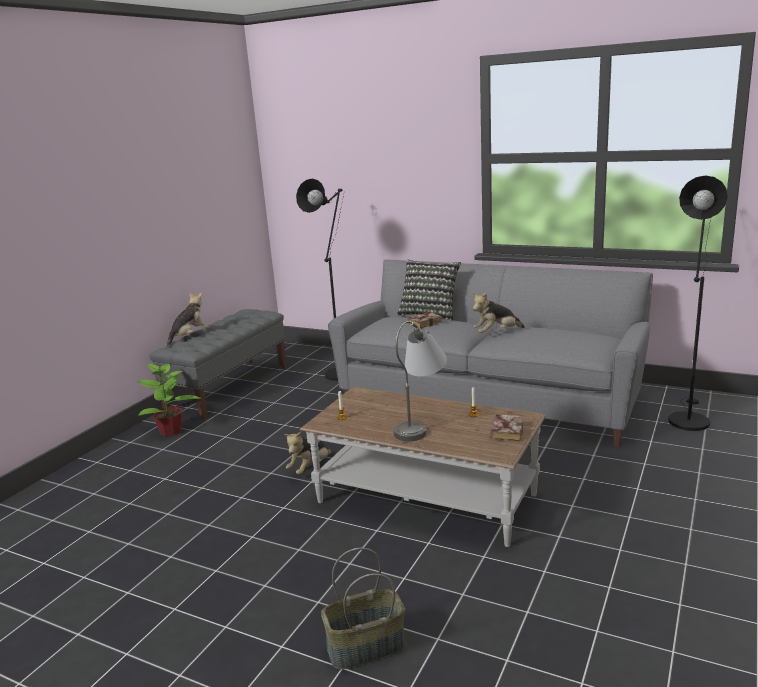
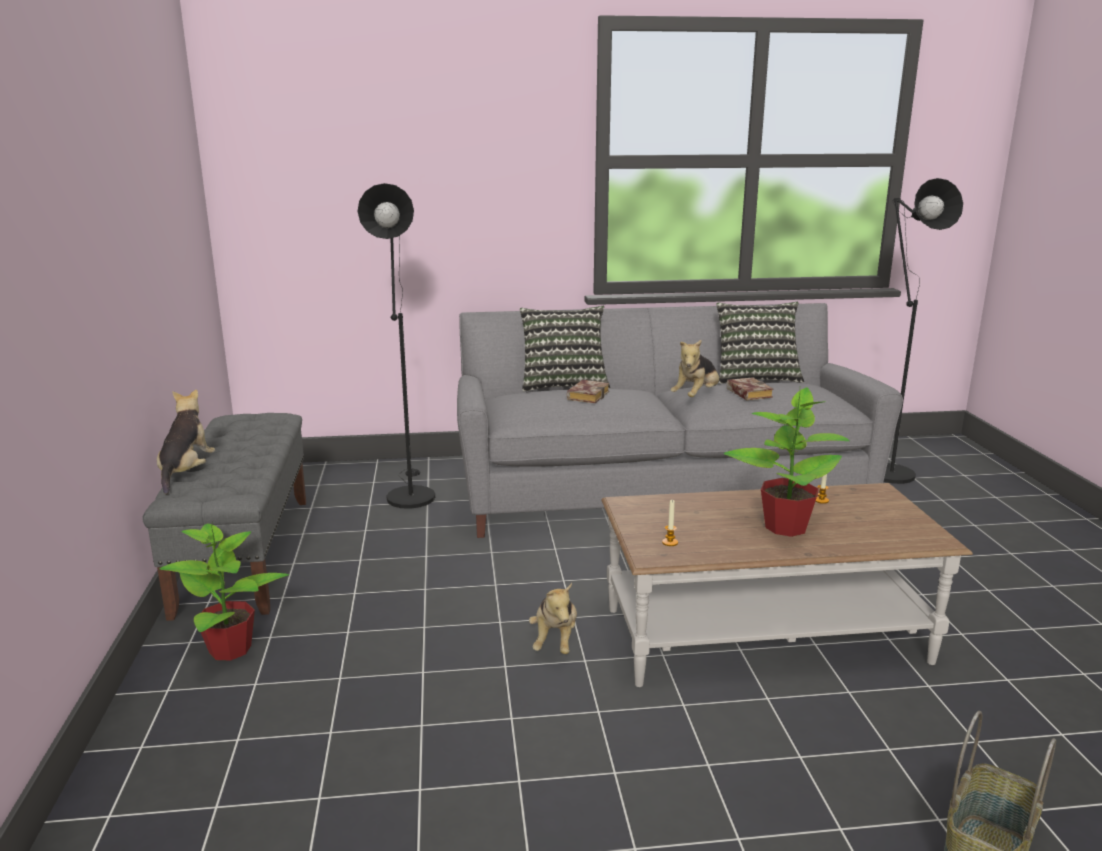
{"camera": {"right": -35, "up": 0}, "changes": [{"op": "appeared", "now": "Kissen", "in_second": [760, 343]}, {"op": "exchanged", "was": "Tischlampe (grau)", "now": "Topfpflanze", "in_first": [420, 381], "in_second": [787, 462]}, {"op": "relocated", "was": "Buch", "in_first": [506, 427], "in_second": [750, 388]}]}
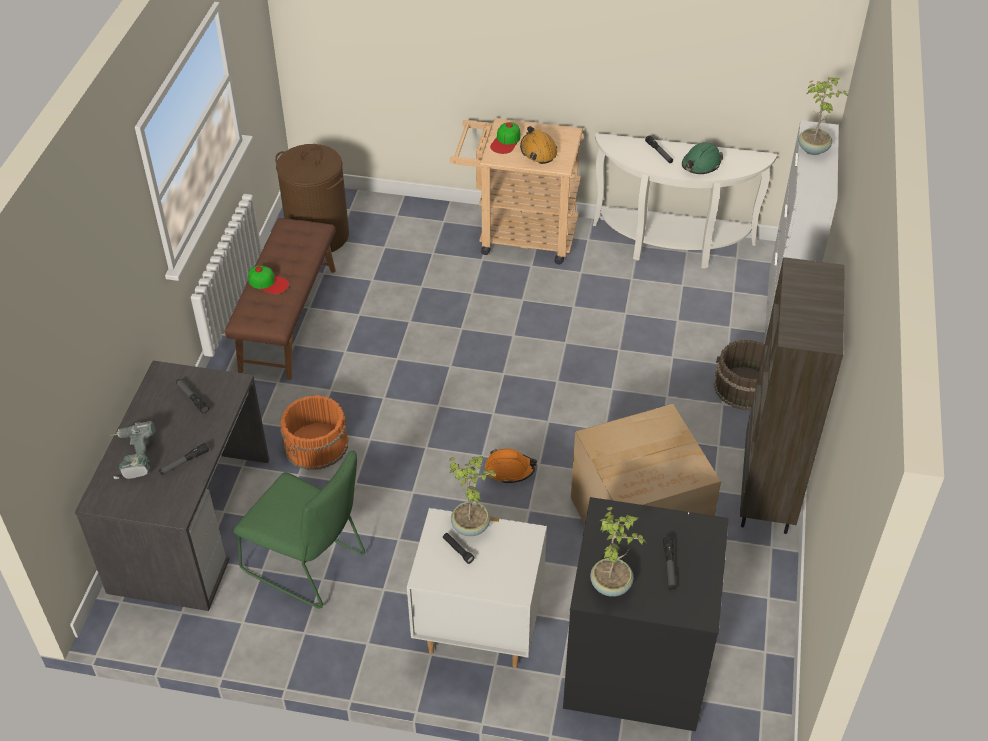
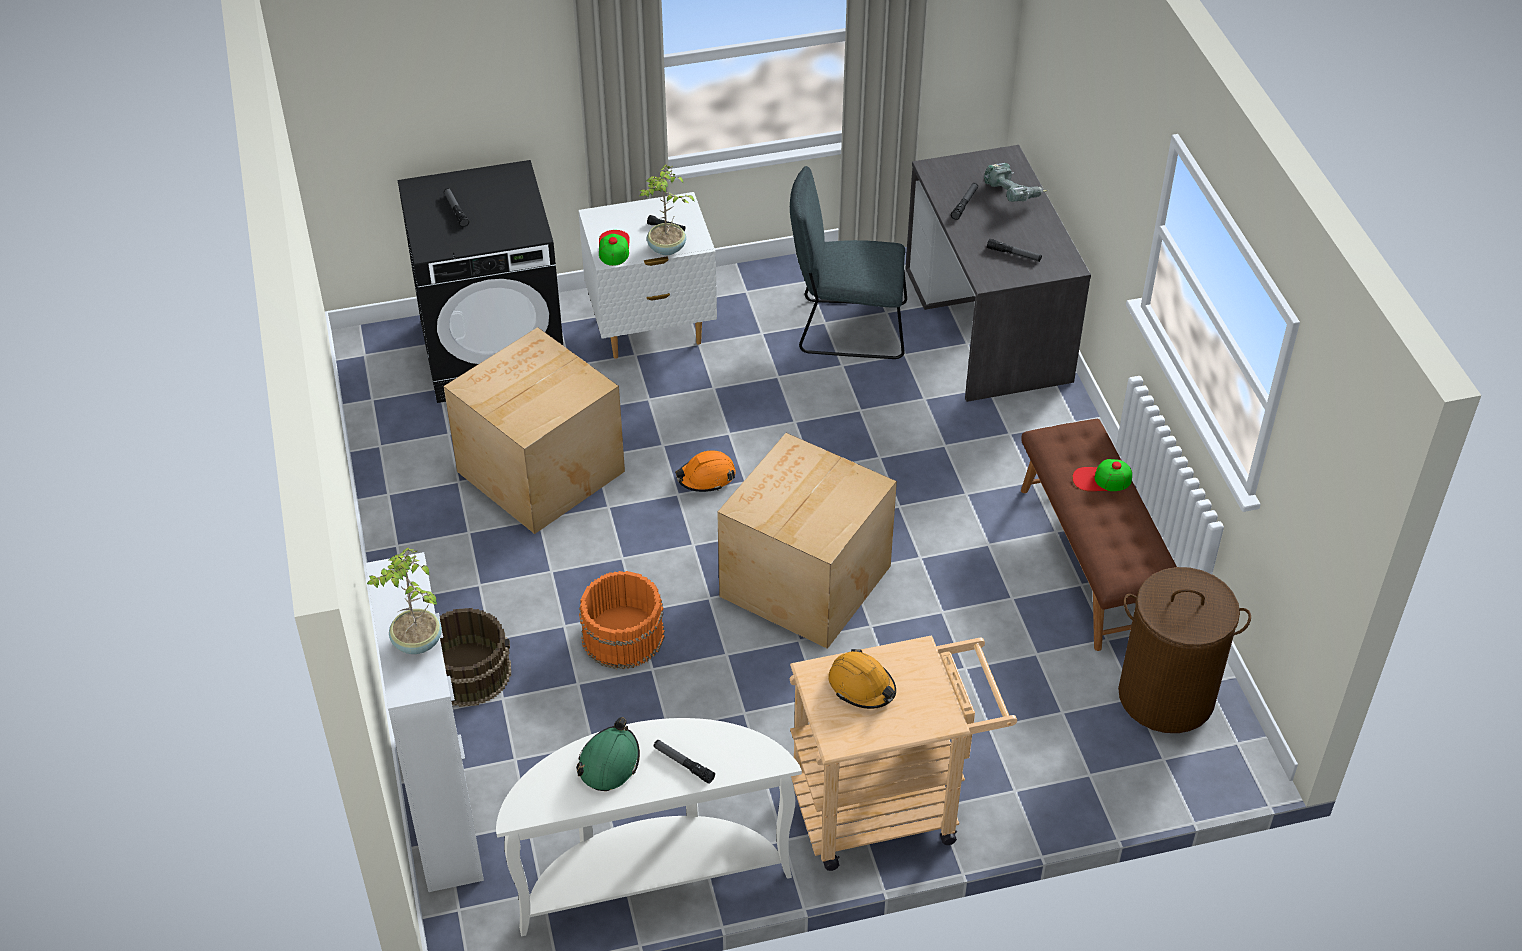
{"camera": {"right": 155, "up": 0}, "changes": [{"op": "relocated", "was": "Eimer (orange)", "in_first": [314, 432], "in_second": [622, 620]}, {"op": "relocated", "was": "Kappe", "in_first": [505, 138], "in_second": [614, 248]}, {"op": "appeared", "now": "Karton", "in_second": [807, 541]}, {"op": "colour", "was": "Stuhl (grün)", "now": "Stuhl (grau)", "in_first": [299, 529], "in_second": [848, 262]}, {"op": "missing", "was": "Topfpflanze", "in_first": [618, 552]}, {"op": "missing", "was": "Bücherregal (braun)", "in_first": [792, 395]}]}
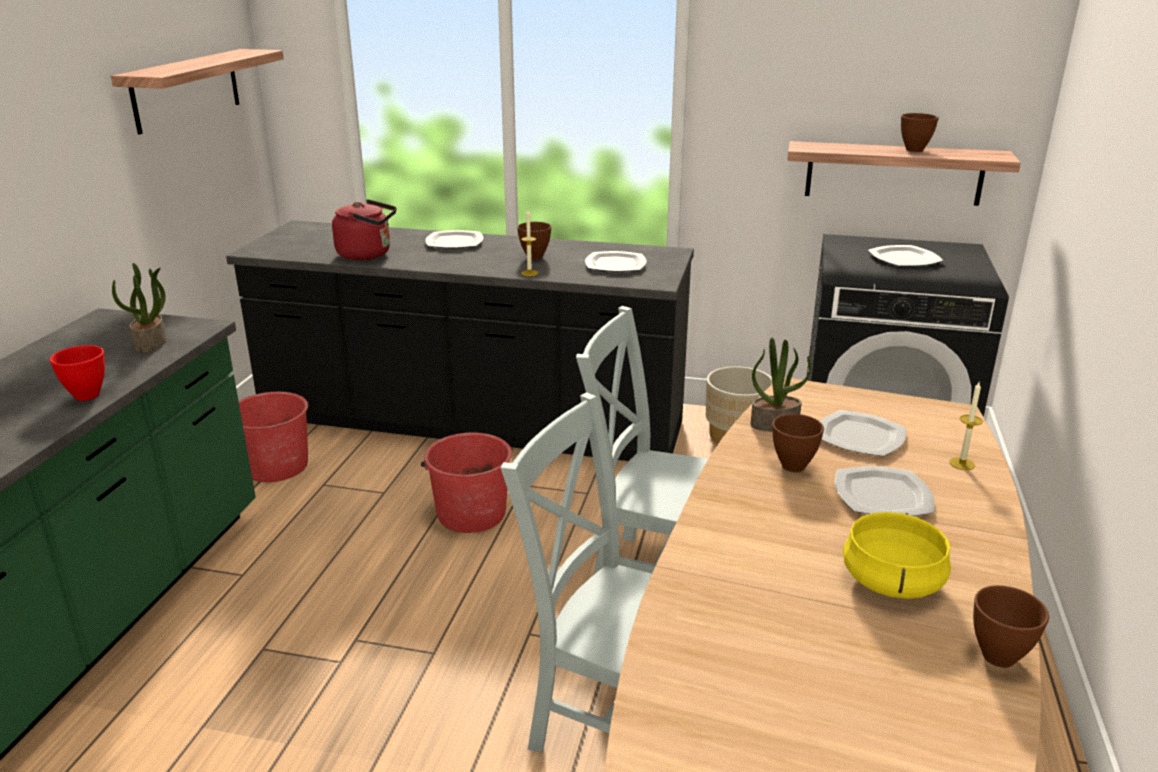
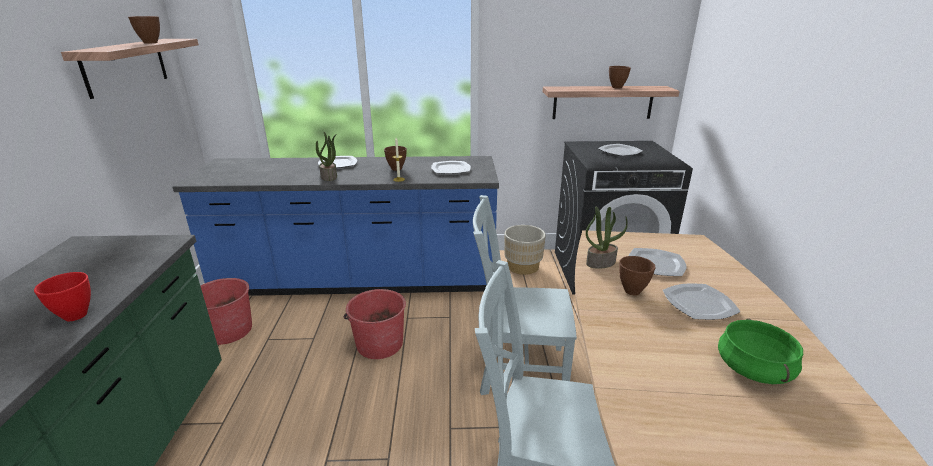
{"camera": {"right": -15, "up": 0}, "changes": [{"op": "relocated", "was": "Schüssel (braun)", "in_first": [1011, 626], "in_second": [144, 30]}, {"op": "colour", "was": "Küchenzeile (schwarz)", "now": "Küchenzeile (blau)", "in_first": [460, 340], "in_second": [336, 226]}, {"op": "relocated", "was": "Topfpflanze", "in_first": [139, 307], "in_second": [326, 156]}, {"op": "colour", "was": "Kochtopf (gelb)", "now": "Kochtopf (grün)", "in_first": [897, 555], "in_second": [760, 351]}, {"op": "missing", "was": "Wasserkessel (rot)", "in_first": [364, 229]}, {"op": "missing", "was": "Kerze", "in_first": [966, 426]}]}
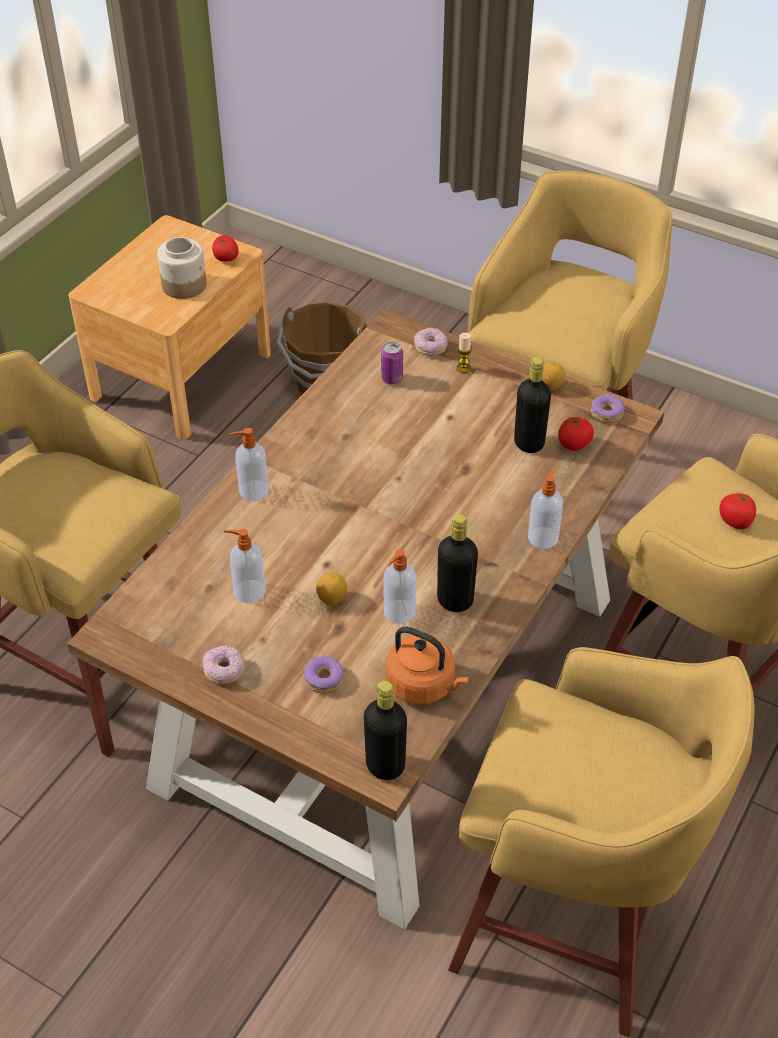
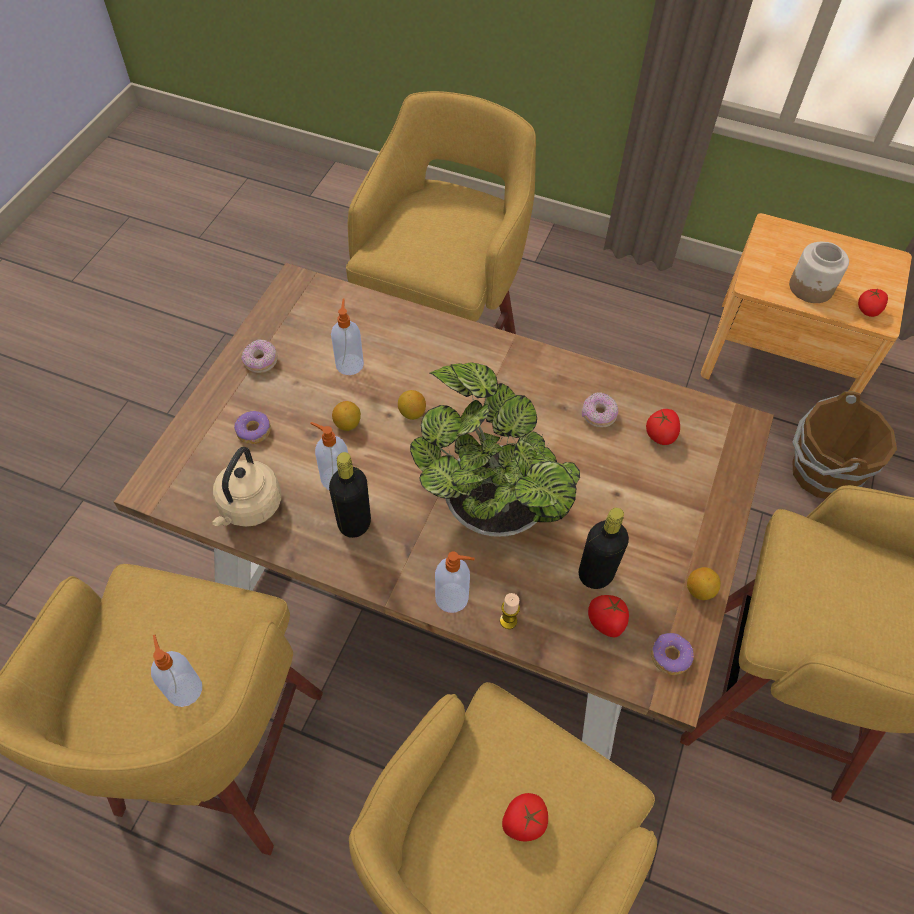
{"camera": {"right": 80, "up": 10}, "changes": [{"op": "relocated", "was": "Seifenspender", "in_first": [249, 464], "in_second": [176, 671]}, {"op": "colour", "was": "Wasserkessel (orange)", "now": "Wasserkessel (beige)", "in_first": [427, 666], "in_second": [246, 487]}, {"op": "appeared", "now": "Zitrone", "in_second": [412, 405]}, {"op": "appeared", "now": "Topfpflanze", "in_second": [495, 449]}, {"op": "relocated", "was": "Kerze", "in_first": [464, 353], "in_second": [510, 611]}, {"op": "relocated", "was": "Donut", "in_first": [431, 342], "in_second": [600, 410]}, {"op": "exchanged", "was": "Dose", "now": "Tomate", "in_first": [392, 363], "in_second": [663, 427]}, {"op": "missing", "was": "Flasche (schwarz)", "in_first": [385, 730]}]}
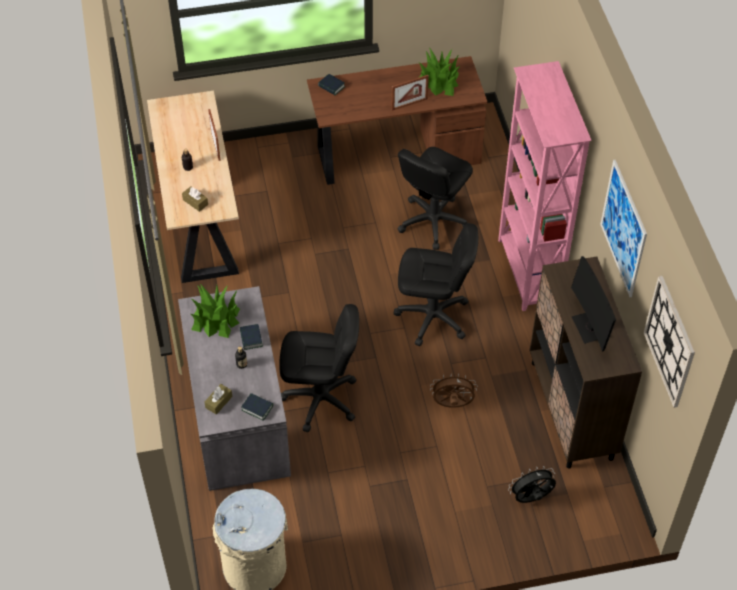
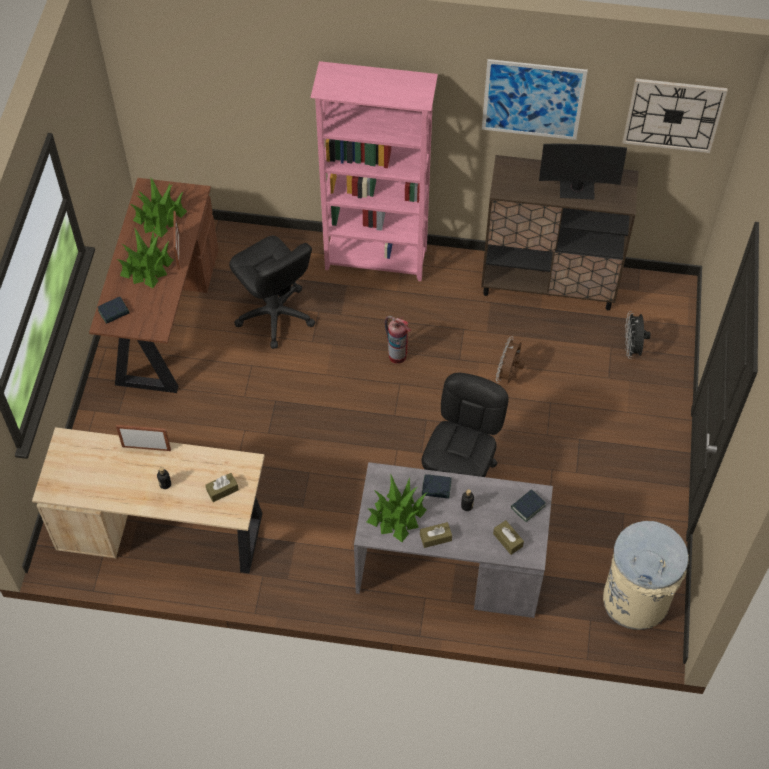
{"camera": {"right": -70, "up": 5}, "changes": [{"op": "appeared", "now": "Topfpflanze", "in_second": [144, 257]}, {"op": "exchanged", "was": "Bürostuhl (schwarz)", "now": "Feuerlöscher", "in_first": [436, 284], "in_second": [398, 340]}, {"op": "appeared", "now": "Taschentuchbox (braun)", "in_second": [436, 535]}]}
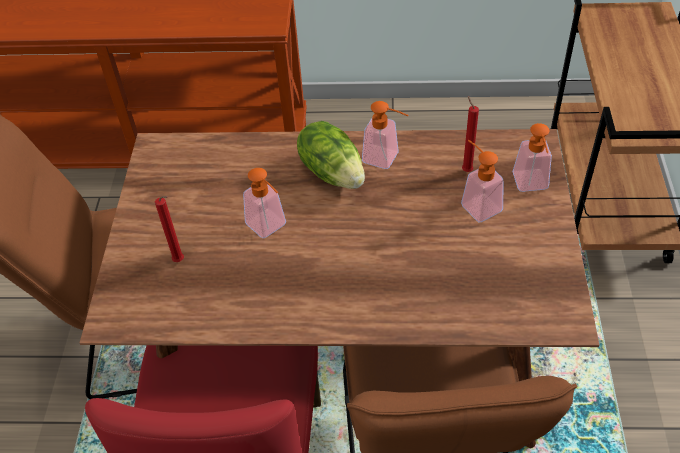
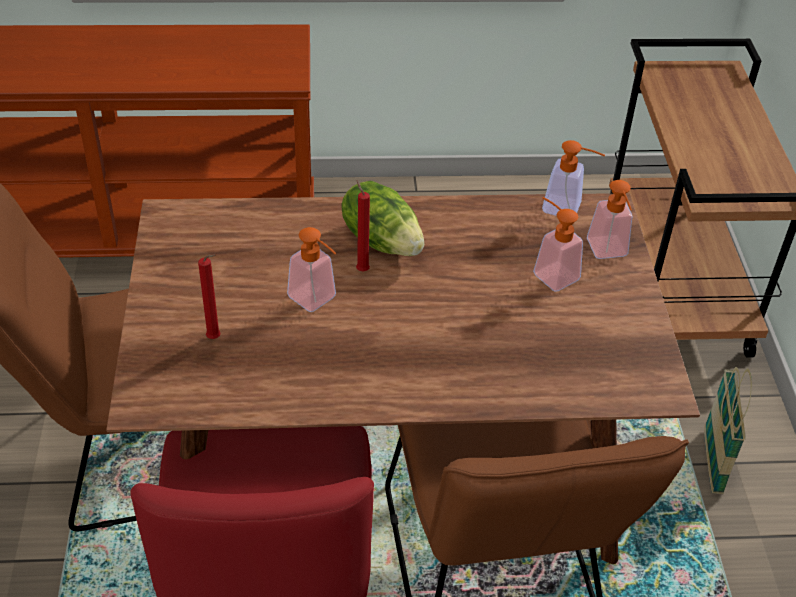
{"camera": {"right": -10, "up": -5}, "changes": [{"op": "relocated", "was": "Kerze (rot)", "in_first": [470, 134], "in_second": [363, 225]}, {"op": "relocated", "was": "Seifenspender", "in_first": [385, 135], "in_second": [573, 178]}, {"op": "appeared", "now": "Korb", "in_second": [728, 430]}]}
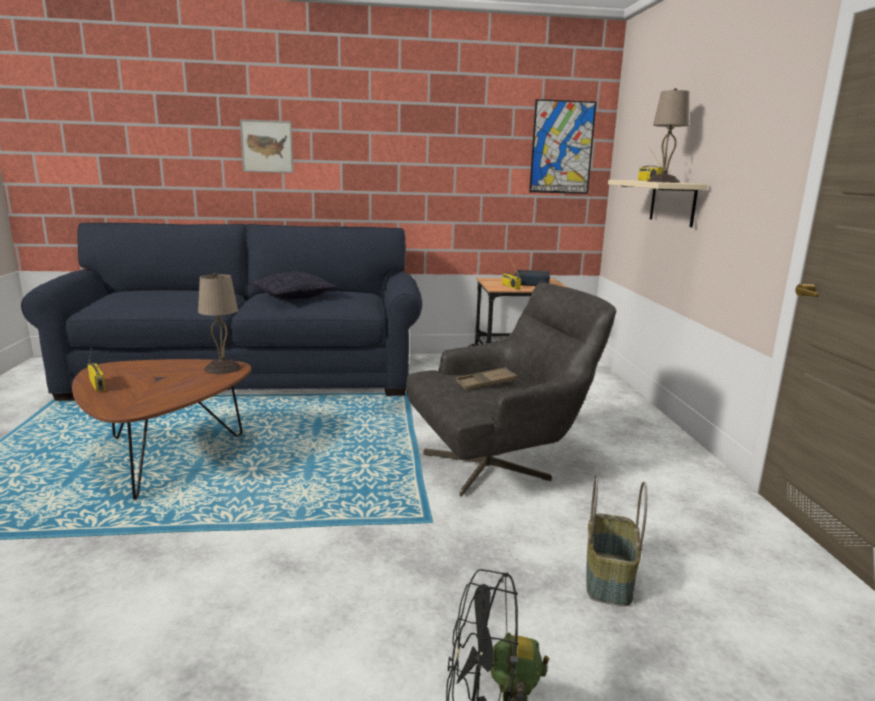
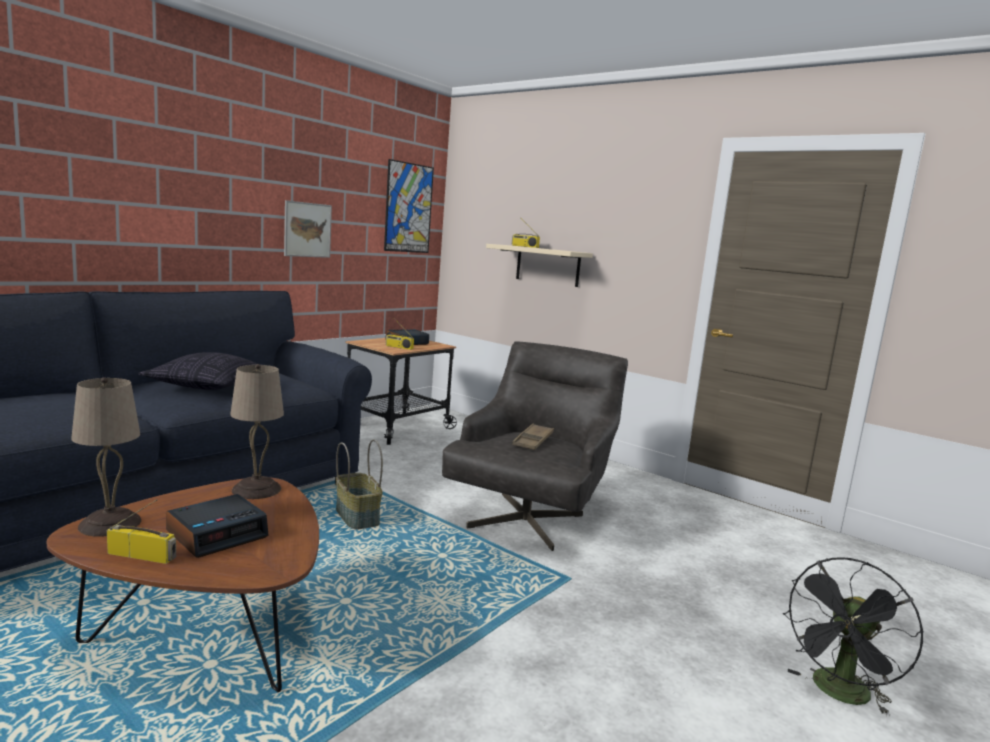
{"camera": {"right": -45, "up": -5}, "changes": [{"op": "relocated", "was": "Tischlampe (beige)", "in_first": [668, 135], "in_second": [106, 457]}, {"op": "appeared", "now": "Wecker", "in_second": [217, 526]}, {"op": "relocated", "was": "Bild", "in_first": [266, 146], "in_second": [308, 229]}, {"op": "relocated", "was": "Korb", "in_first": [616, 540], "in_second": [359, 484]}]}
